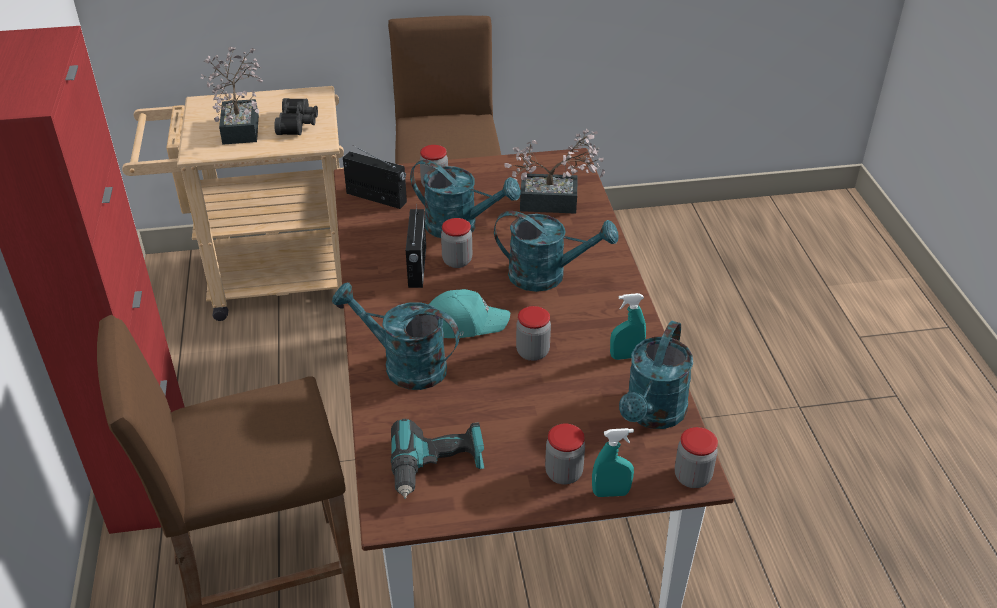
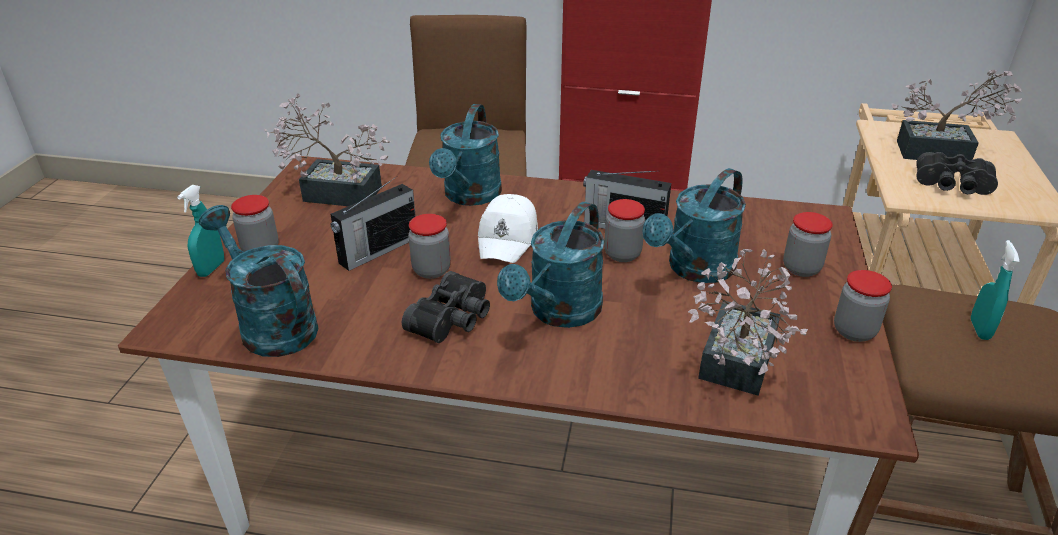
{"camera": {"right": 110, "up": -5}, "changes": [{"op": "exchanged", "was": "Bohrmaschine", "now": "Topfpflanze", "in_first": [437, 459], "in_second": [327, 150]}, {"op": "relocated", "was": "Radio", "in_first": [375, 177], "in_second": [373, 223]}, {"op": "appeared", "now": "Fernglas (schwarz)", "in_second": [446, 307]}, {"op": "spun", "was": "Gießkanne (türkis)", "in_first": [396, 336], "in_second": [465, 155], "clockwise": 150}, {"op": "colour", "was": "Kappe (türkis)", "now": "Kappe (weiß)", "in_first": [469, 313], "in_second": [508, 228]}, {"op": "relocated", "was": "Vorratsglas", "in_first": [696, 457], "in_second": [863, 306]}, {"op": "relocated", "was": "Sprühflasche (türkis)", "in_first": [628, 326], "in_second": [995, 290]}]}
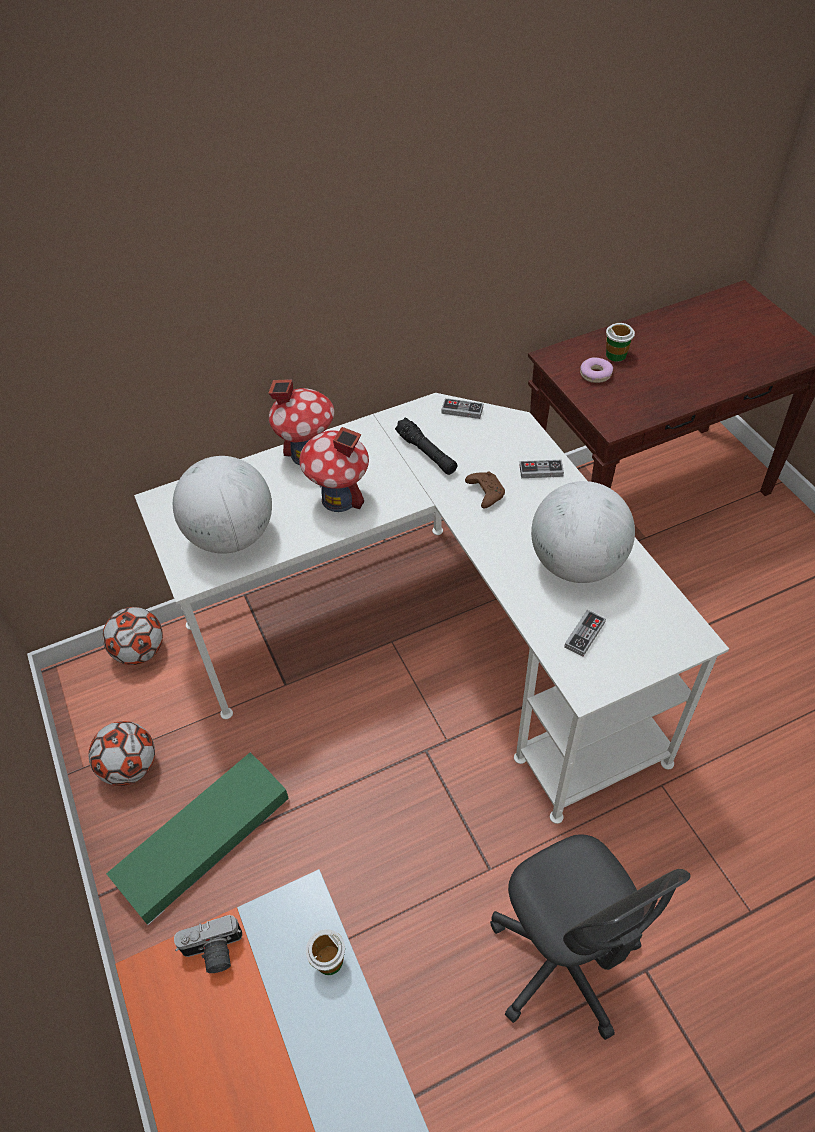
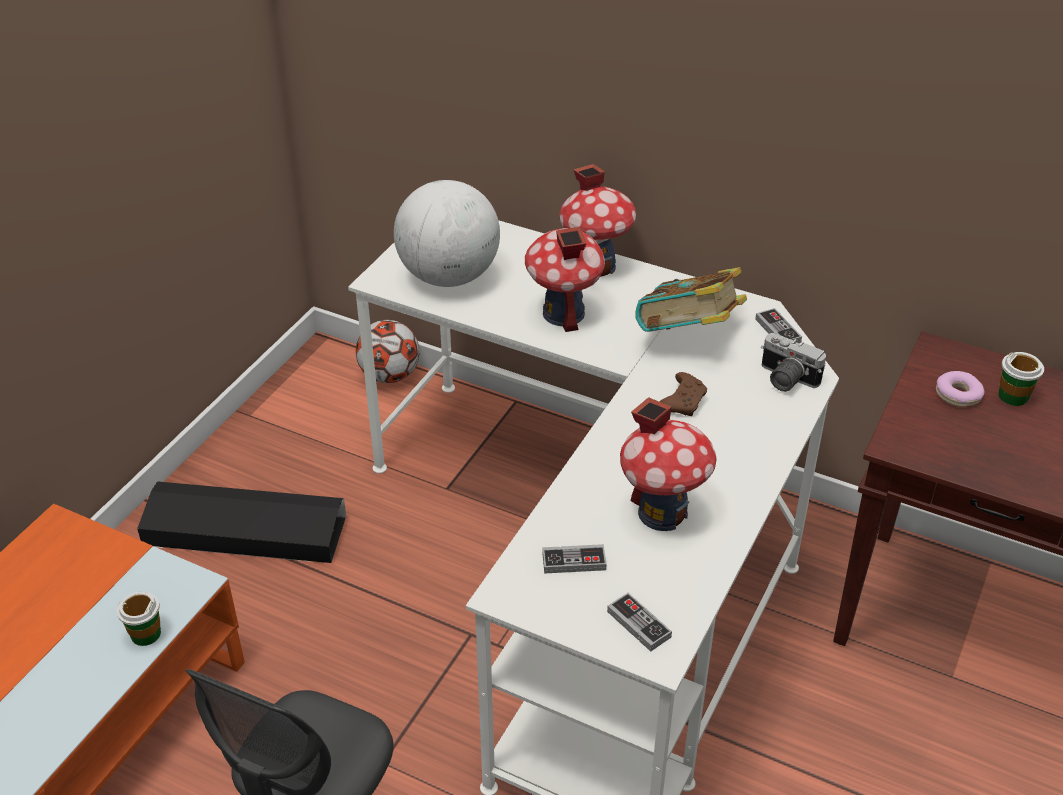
{"camera": {"right": 50, "up": -10}, "changes": [{"op": "colour", "was": "Aufbewahrungsbox (grün)", "now": "Aufbewahrungsbox (schwarz)", "in_first": [197, 838], "in_second": [241, 522]}, {"op": "relocated", "was": "Gamepad", "in_first": [542, 469], "in_second": [639, 622]}, {"op": "exchanged", "was": "Globus", "now": "Spielzeughaus", "in_first": [583, 532], "in_second": [668, 464]}, {"op": "exchanged", "was": "Taschenlampe (schwarz)", "now": "Buch", "in_first": [426, 446], "in_second": [691, 299]}, {"op": "relocated", "was": "Kamera", "in_first": [208, 944], "in_second": [793, 362]}, {"op": "missing", "was": "Fußball", "in_first": [122, 753]}]}
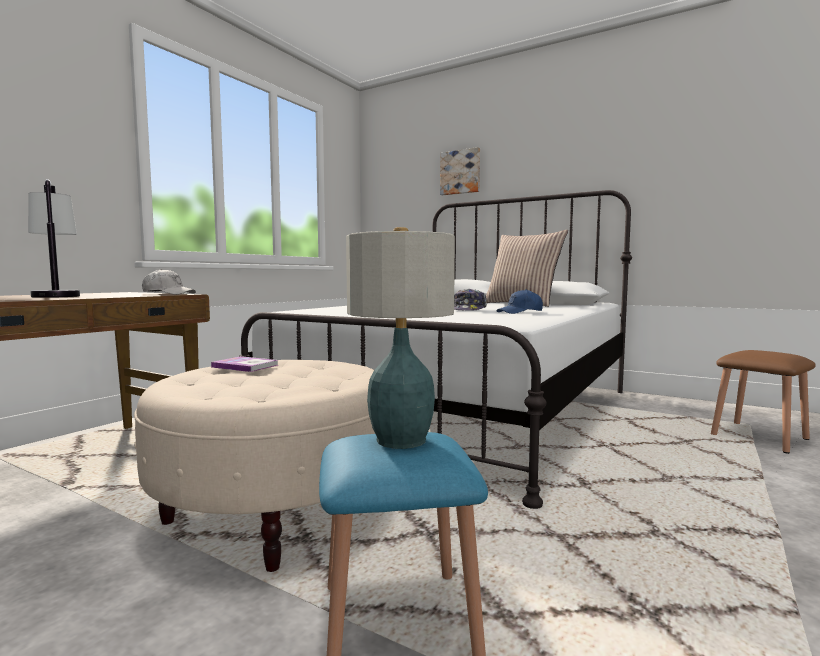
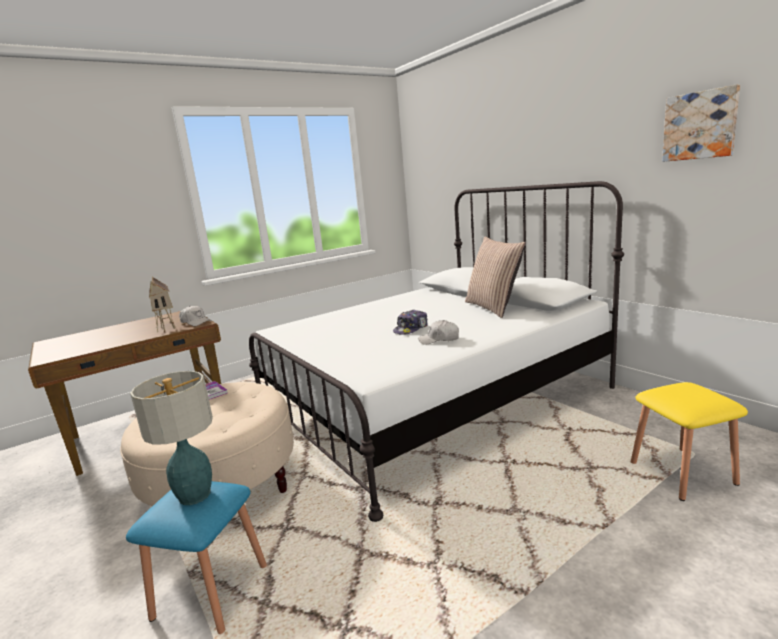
{"camera": {"right": 25, "up": 10}, "changes": [{"op": "appeared", "now": "Spielzeughaus", "in_second": [162, 304]}, {"op": "colour", "was": "Kappe (blau)", "now": "Kappe (weiß)", "in_first": [519, 301], "in_second": [438, 332]}, {"op": "colour", "was": "Hocker (braun)", "now": "Hocker (gelb)", "in_first": [763, 402], "in_second": [689, 441]}, {"op": "relocated", "was": "Bild", "in_first": [460, 171], "in_second": [701, 123]}, {"op": "missing", "was": "Tischlampe", "in_first": [54, 238]}]}
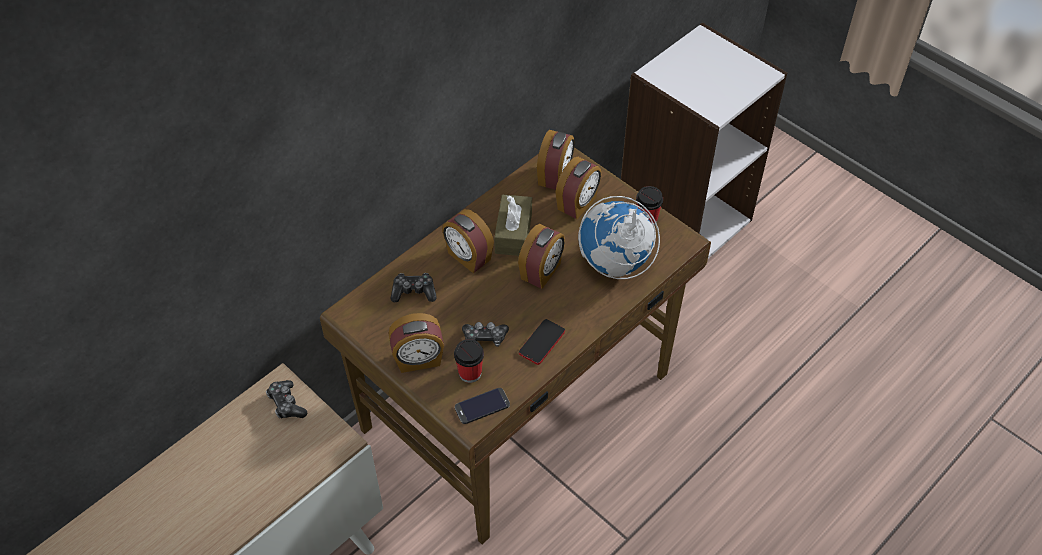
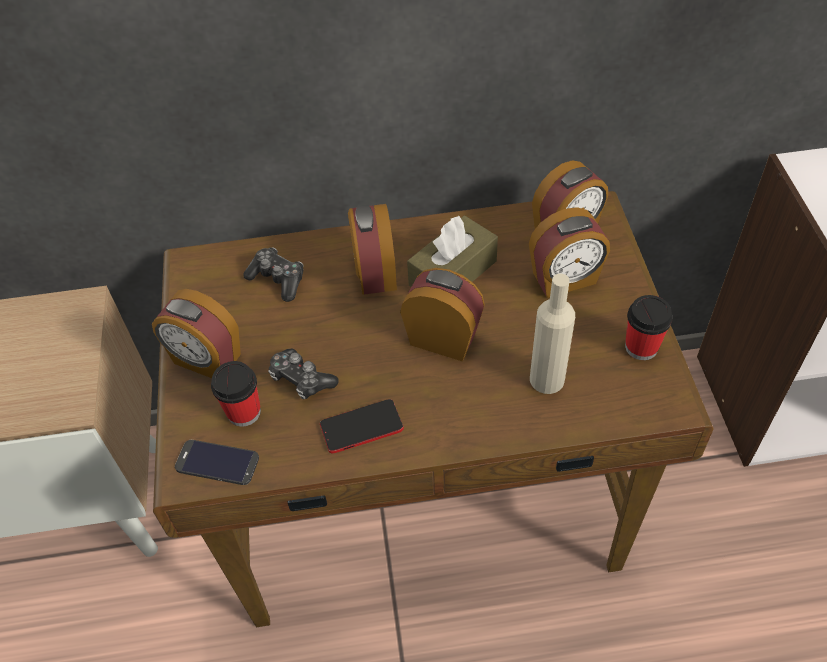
{"camera": {"right": 40, "up": 0}, "changes": [{"op": "spun", "was": "Wecker", "in_first": [541, 256], "in_second": [442, 314], "clockwise": -135}, {"op": "exchanged", "was": "Globus", "now": "Flasche (beige)", "in_first": [619, 237], "in_second": [552, 334]}, {"op": "missing", "was": "Gamepad", "in_first": [287, 399]}]}
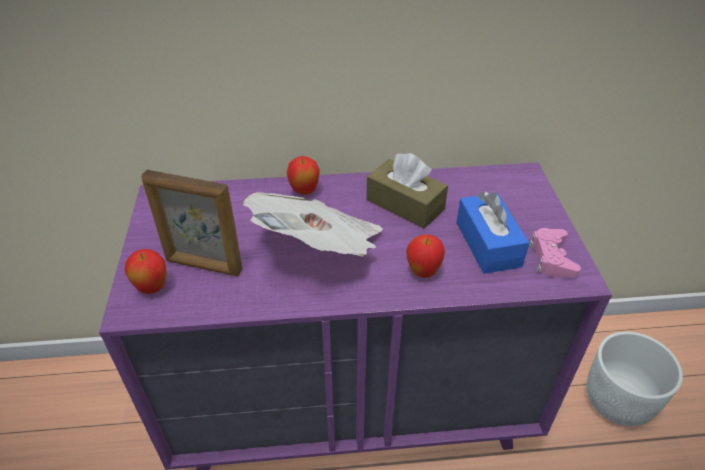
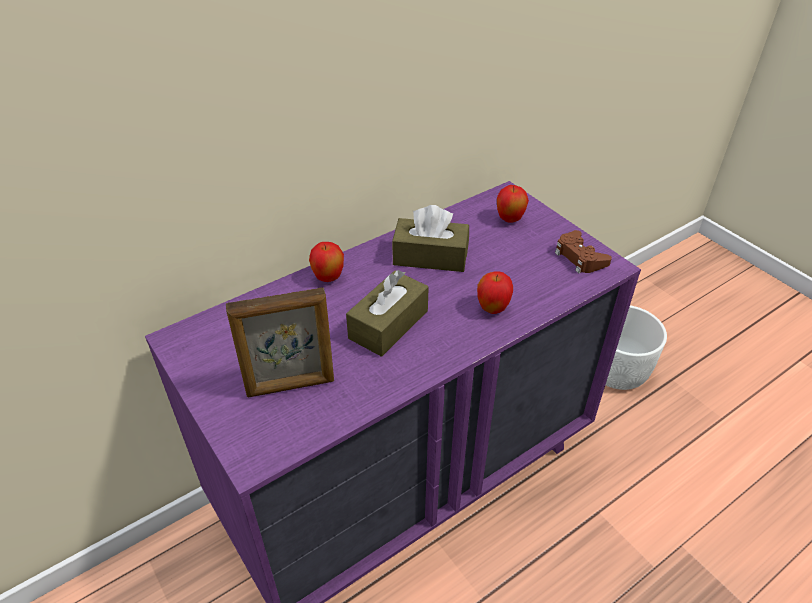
{"camera": {"right": -30, "up": 0}, "changes": [{"op": "exchanged", "was": "Zeitung", "now": "Taschentuchbox (braun)", "in_first": [313, 224], "in_second": [387, 313]}, {"op": "relocated", "was": "Apfel", "in_first": [146, 271], "in_second": [513, 204]}, {"op": "colour", "was": "Gamepad (rosa)", "now": "Gamepad (braun)", "in_first": [555, 253], "in_second": [583, 251]}, {"op": "missing", "was": "Taschentuchbox (blau)", "in_first": [492, 233]}]}
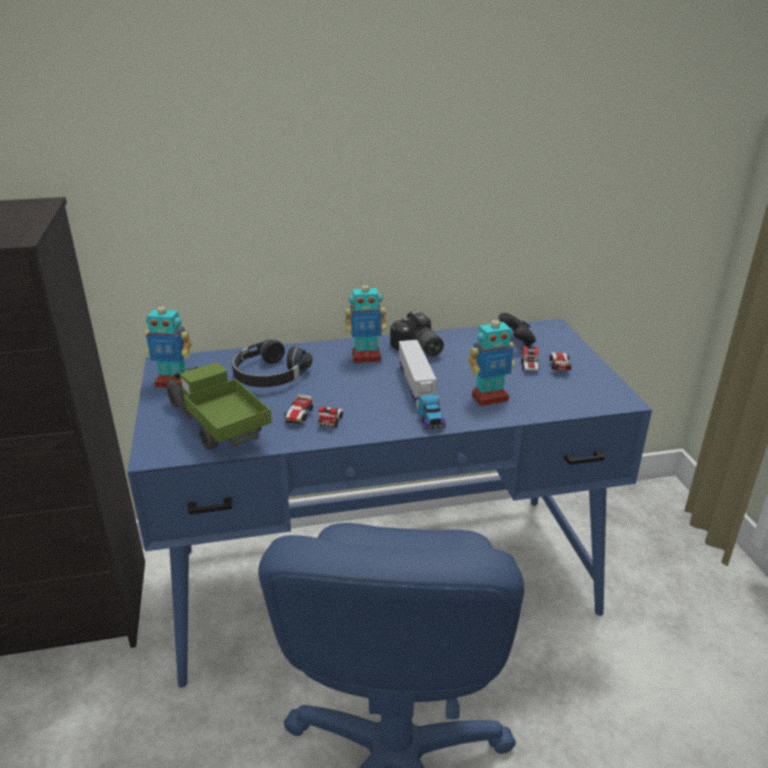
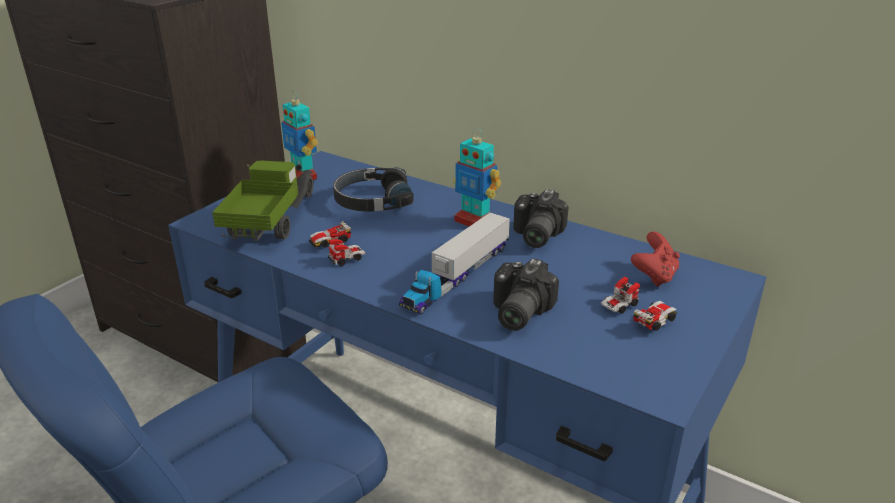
{"camera": {"right": 45, "up": 0}, "changes": [{"op": "exchanged", "was": "Spielzeugroboter", "now": "Kamera", "in_first": [491, 359], "in_second": [526, 294]}, {"op": "colour", "was": "Gamepad (schwarz)", "now": "Gamepad (rot)", "in_first": [517, 330], "in_second": [655, 259]}]}
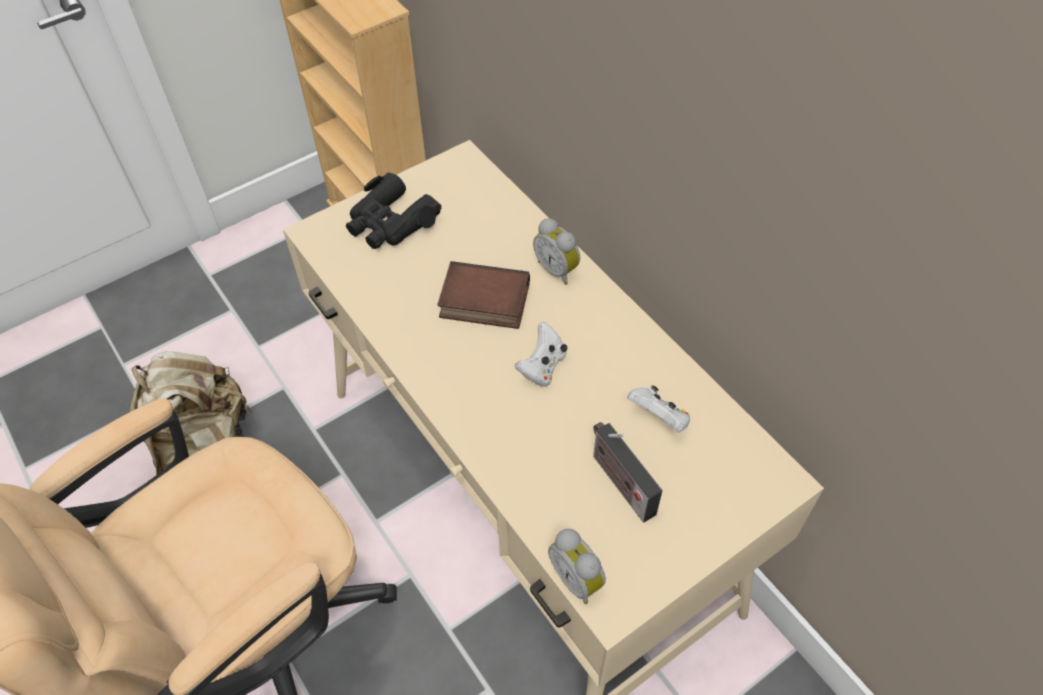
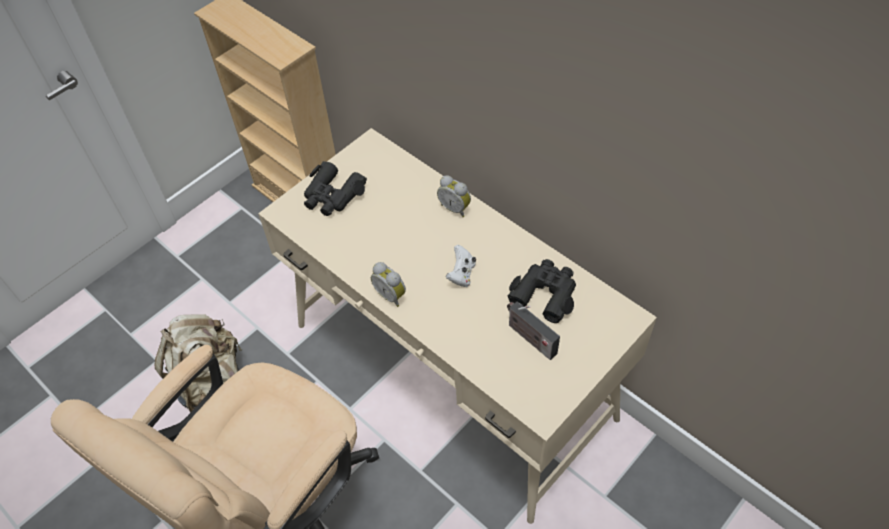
{"camera": {"right": -10, "up": 0}, "changes": [{"op": "relocated", "was": "Wecker", "in_first": [577, 566], "in_second": [388, 284]}, {"op": "exchanged", "was": "Gamepad (weiß)", "now": "Fernglas (schwarz)", "in_first": [658, 408], "in_second": [541, 291]}, {"op": "missing", "was": "Buch", "in_first": [483, 295]}]}
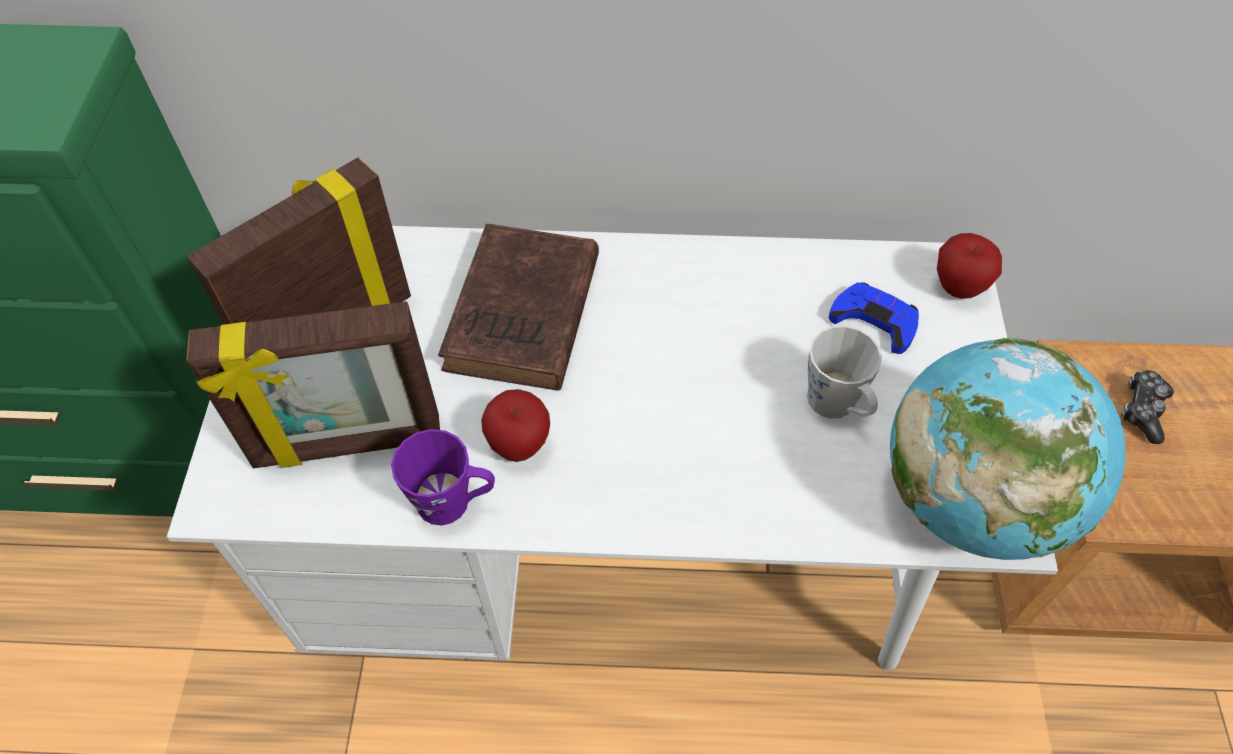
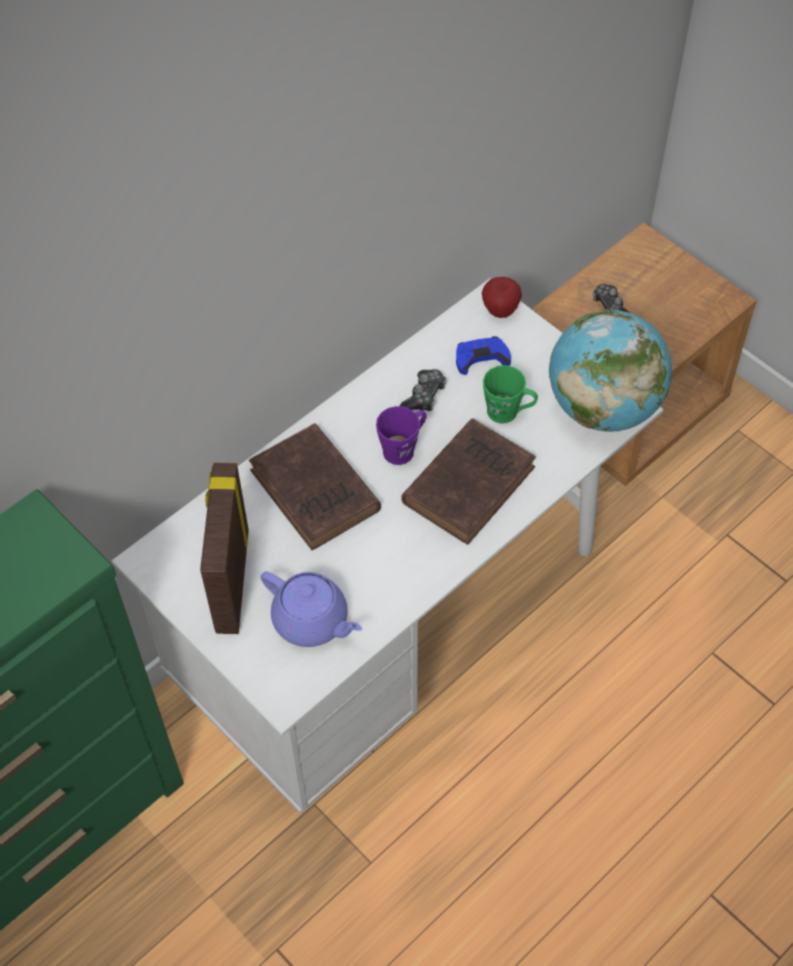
{"camera": {"right": -45, "up": 0}, "changes": [{"op": "exchanged", "was": "Bilderrahmen", "now": "Teekanne (lila)", "in_first": [313, 385], "in_second": [311, 609]}, {"op": "relocated", "was": "Henkelbecher (lila)", "in_first": [443, 477], "in_second": [401, 435]}, {"op": "appeared", "now": "Gamepad", "in_second": [423, 390]}, {"op": "appeared", "now": "Buch (braun)", "in_second": [468, 481]}, {"op": "colour", "was": "Henkelbecher (grau)", "now": "Henkelbecher (grün)", "in_first": [844, 372], "in_second": [510, 394]}, {"op": "missing", "was": "Apfel", "in_first": [515, 425]}]}
